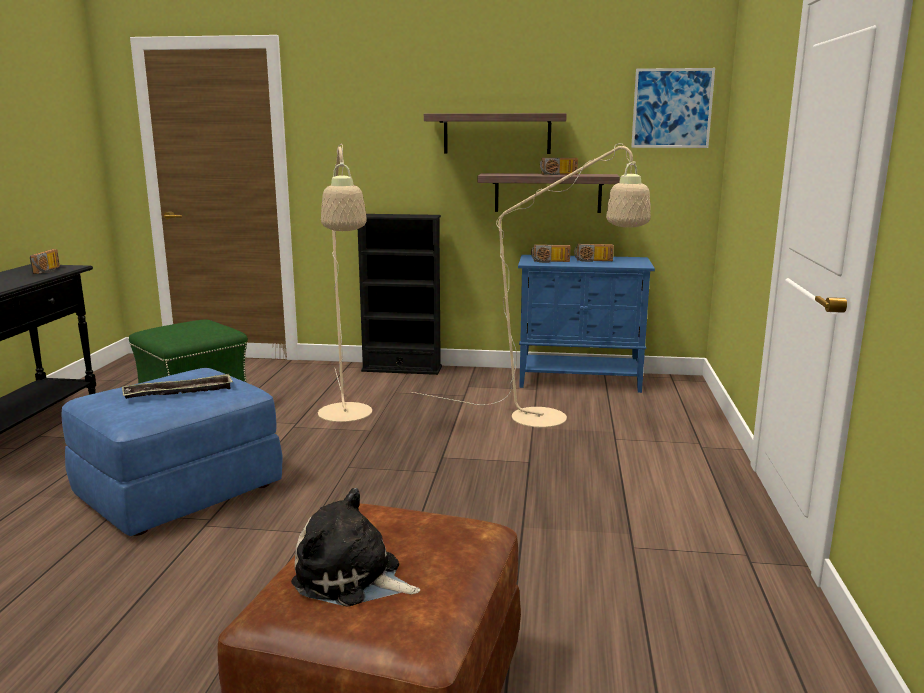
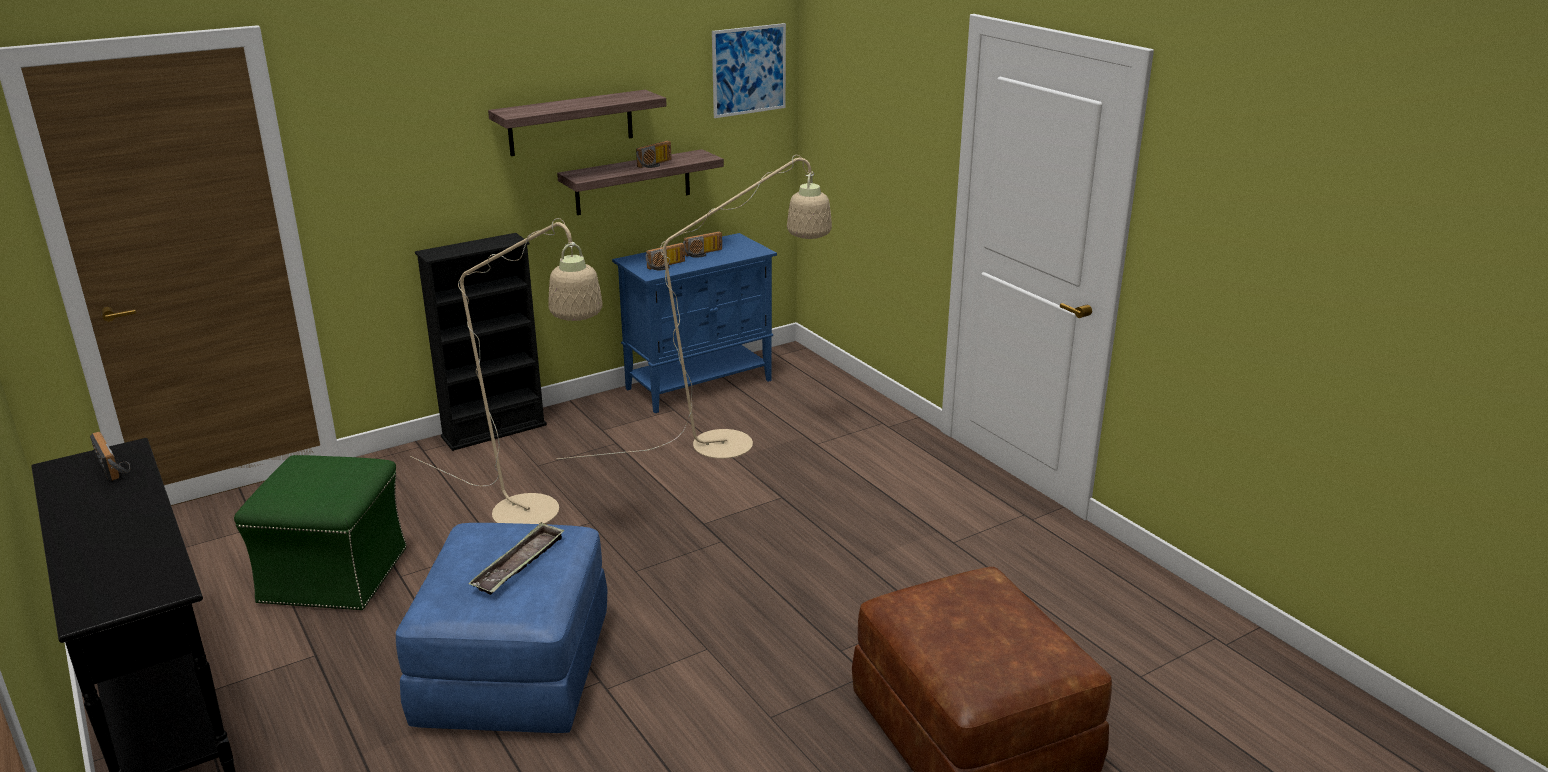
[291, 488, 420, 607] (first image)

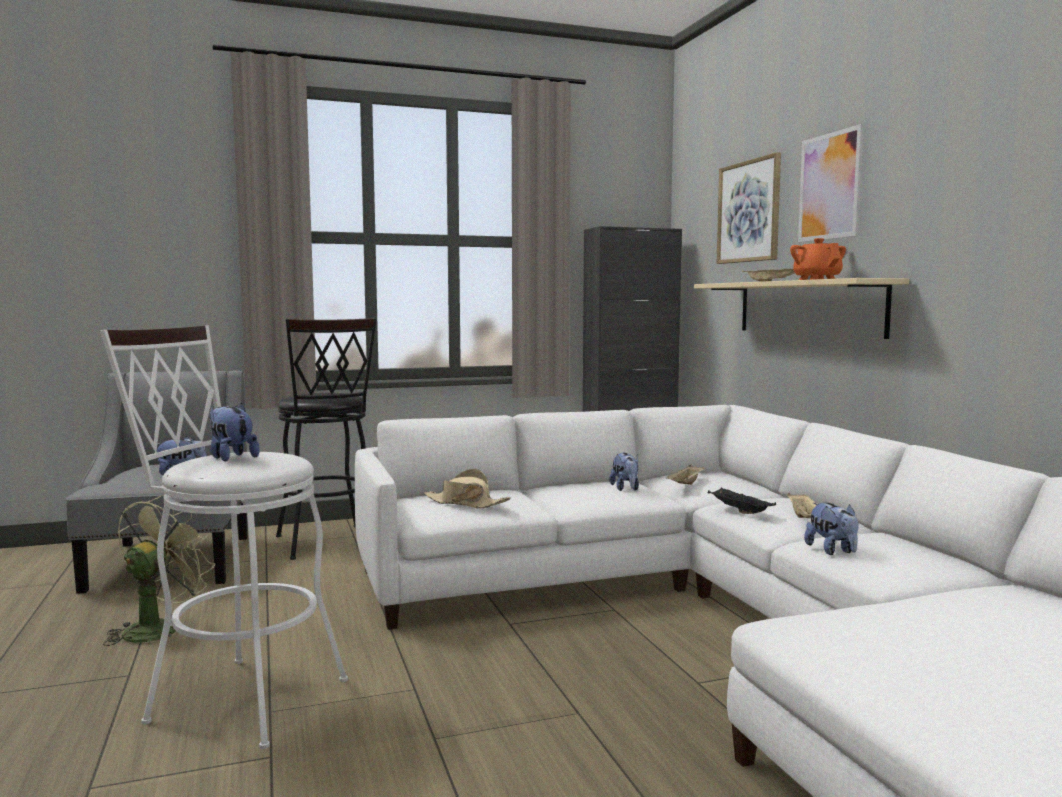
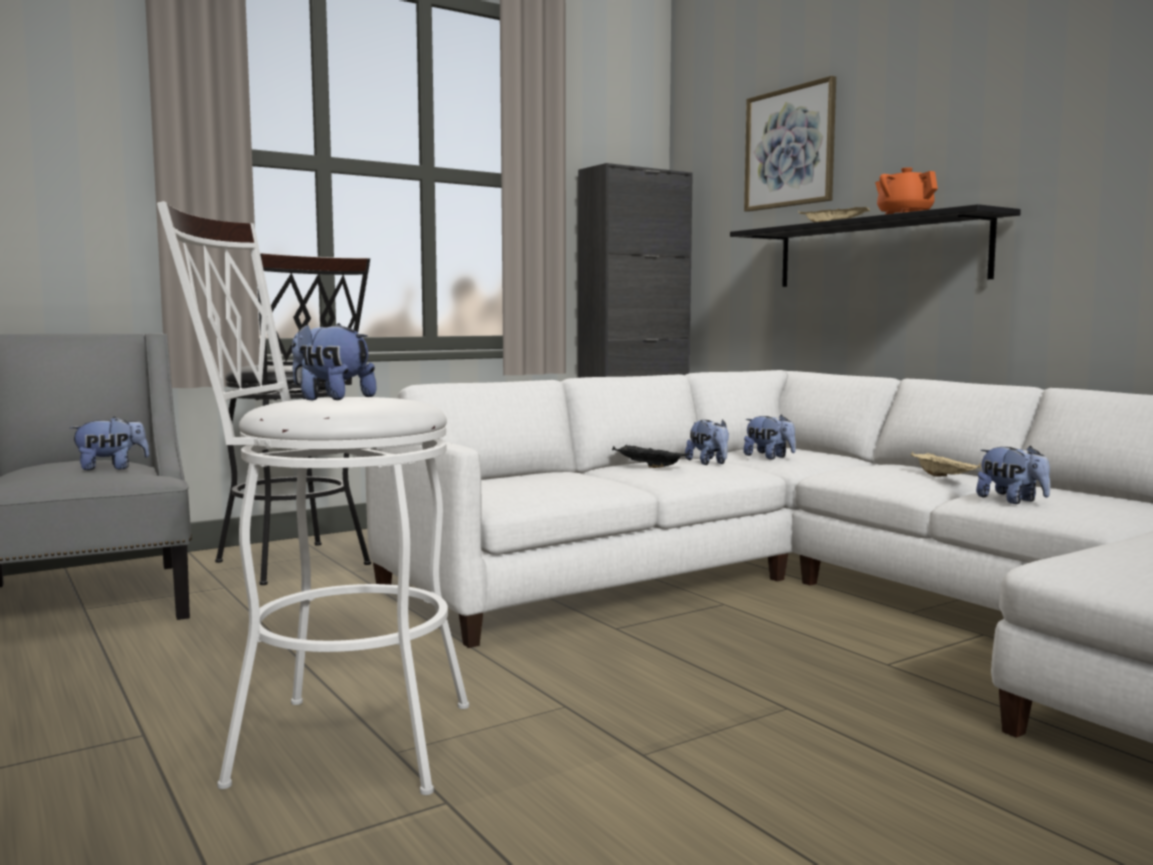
[103, 495, 215, 646] (first image)
[424, 469, 511, 508] (first image)
[798, 124, 863, 242] (first image)
[612, 445, 689, 468]
[743, 415, 796, 459]
[730, 204, 1021, 287]

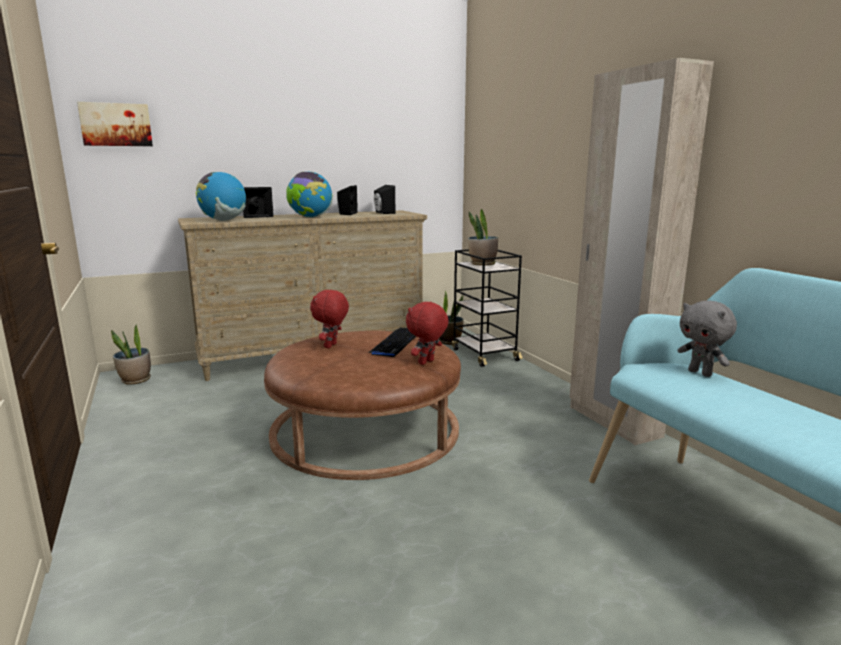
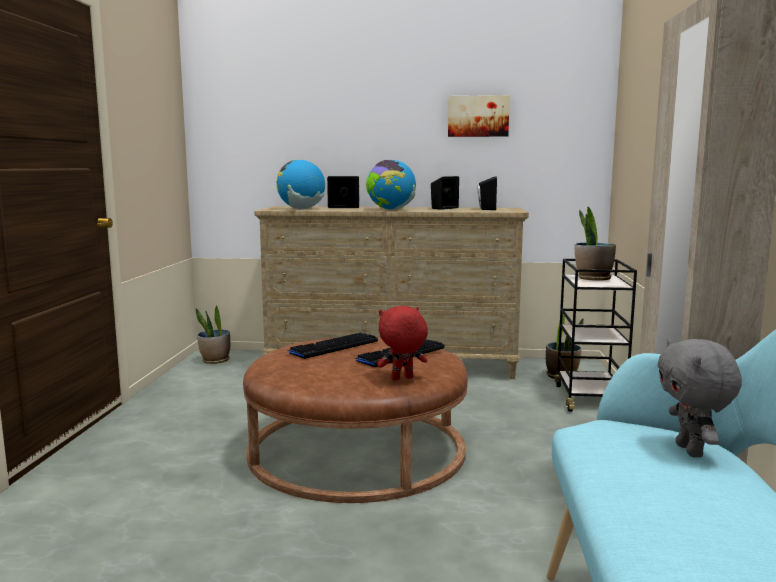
[448, 95, 510, 137]
[287, 333, 378, 359]

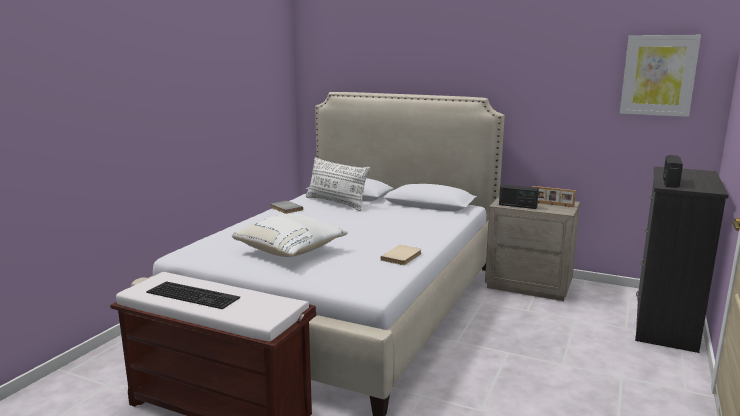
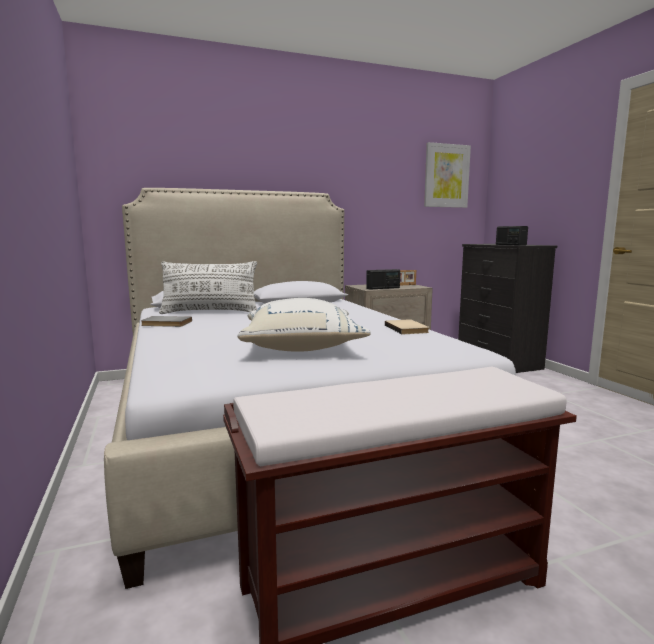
[146, 281, 240, 309] (first image)

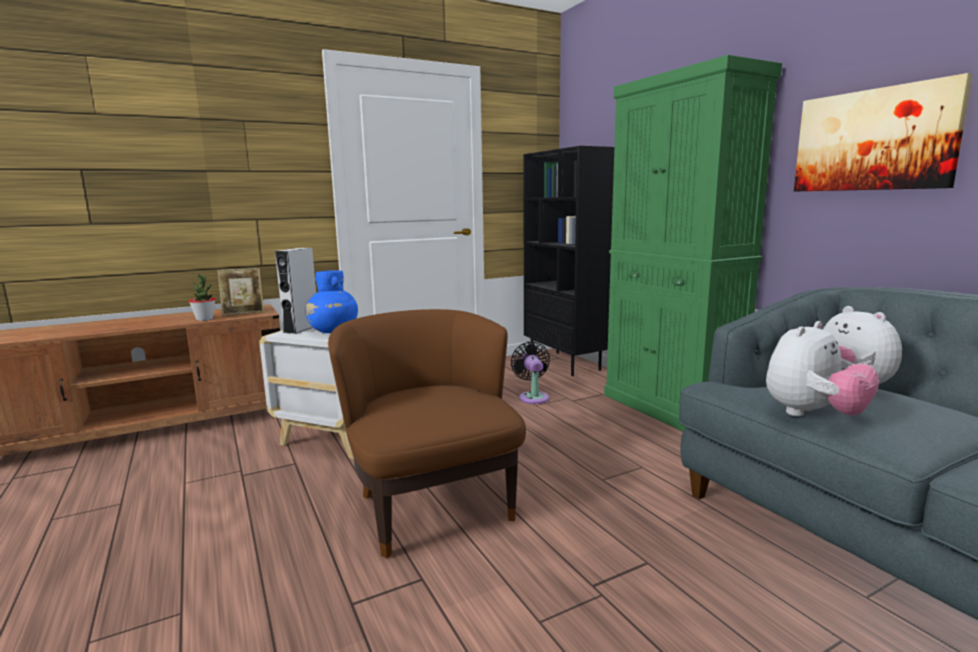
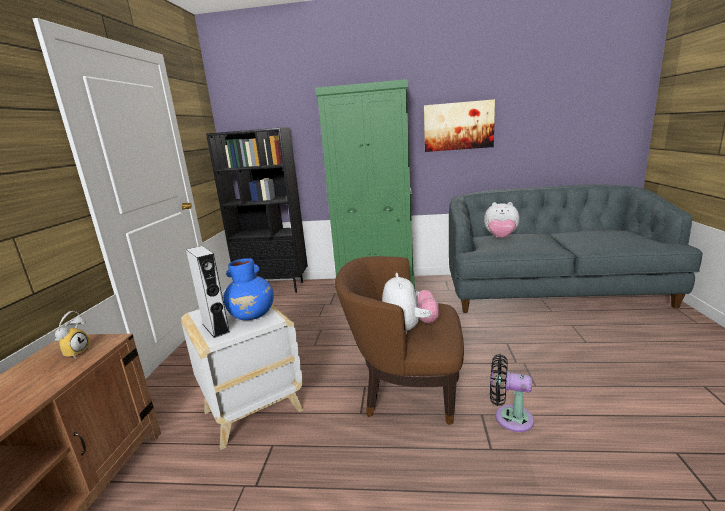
[189, 274, 215, 321] (first image)
[490, 354, 534, 432]
[382, 273, 439, 334]
[54, 311, 91, 358]

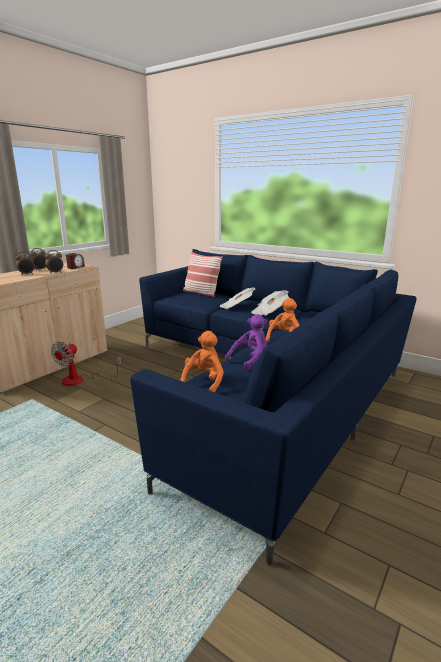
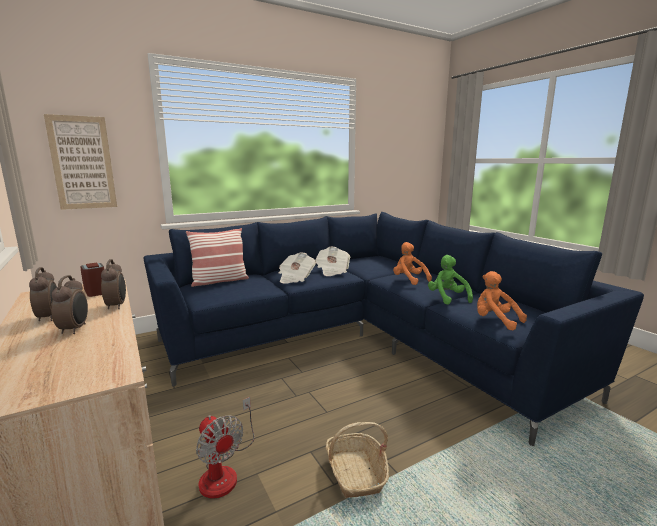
[44, 114, 117, 210]
[326, 422, 389, 498]
[428, 255, 473, 305]

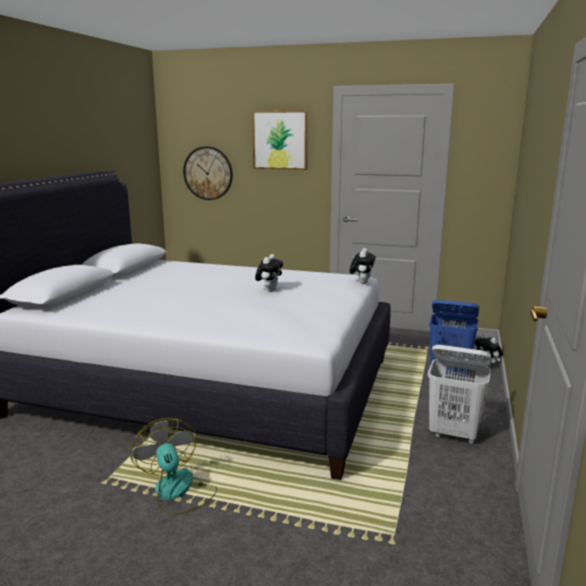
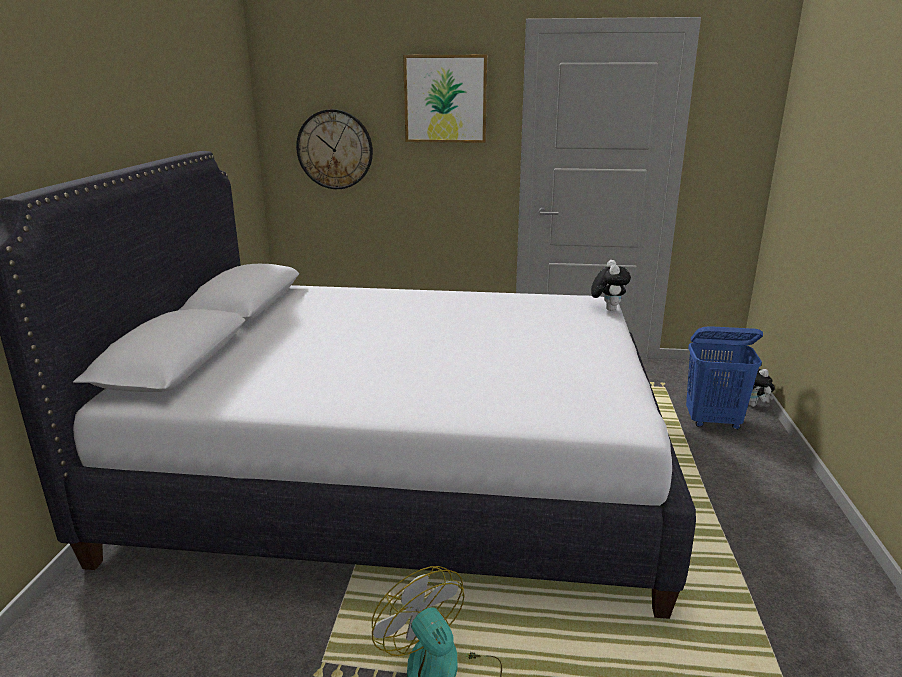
[255, 254, 283, 292] (first image)
[428, 345, 491, 444] (first image)

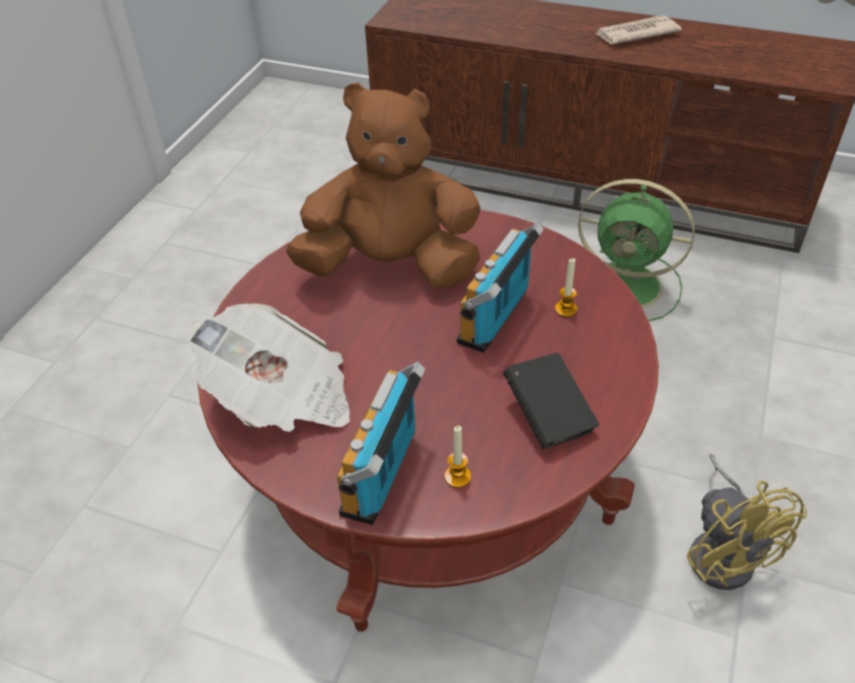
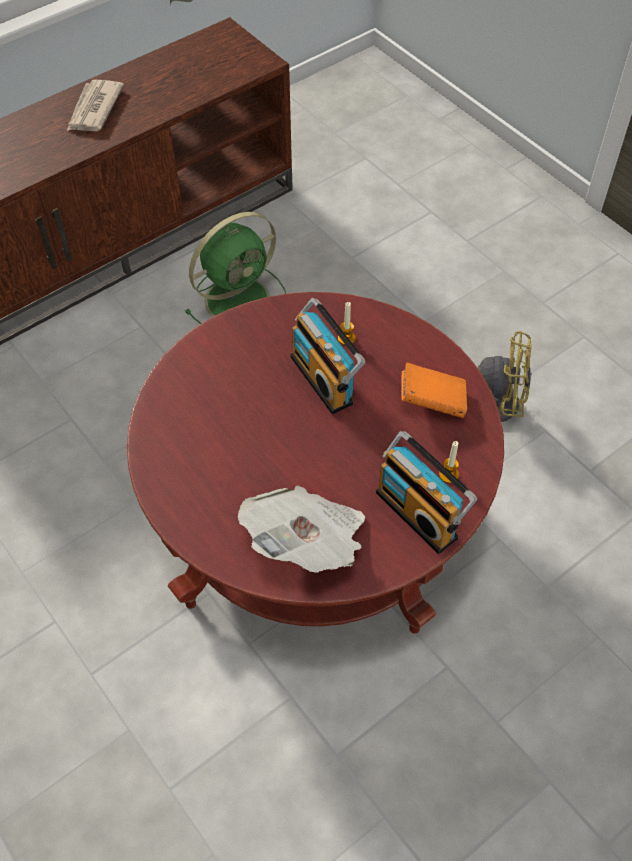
[286, 82, 481, 289] (first image)
[401, 363, 467, 418]

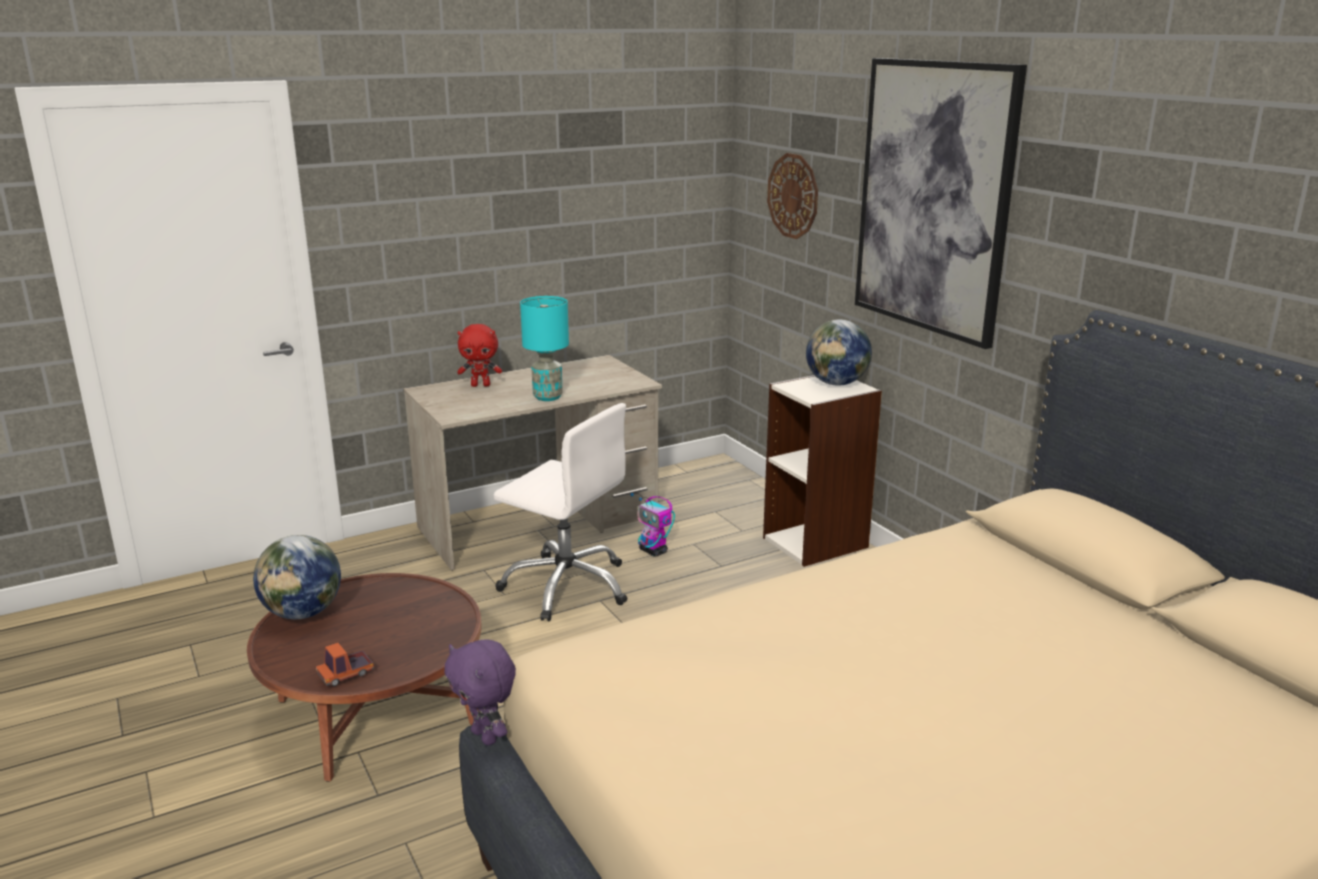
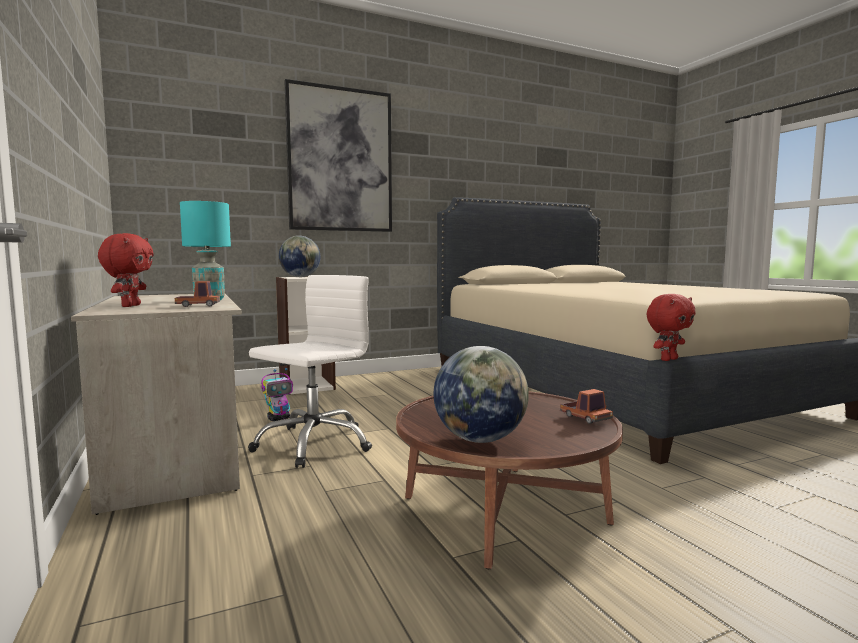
[767, 153, 818, 239] (first image)
[175, 281, 220, 307]
[646, 294, 696, 361]

